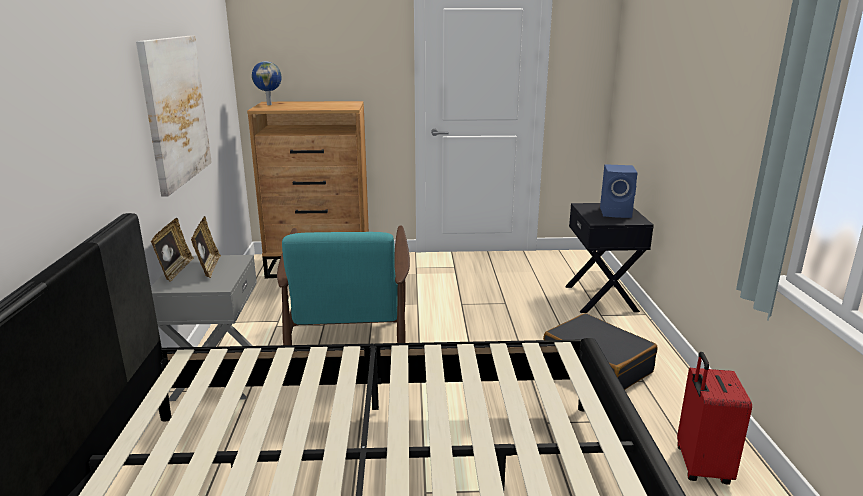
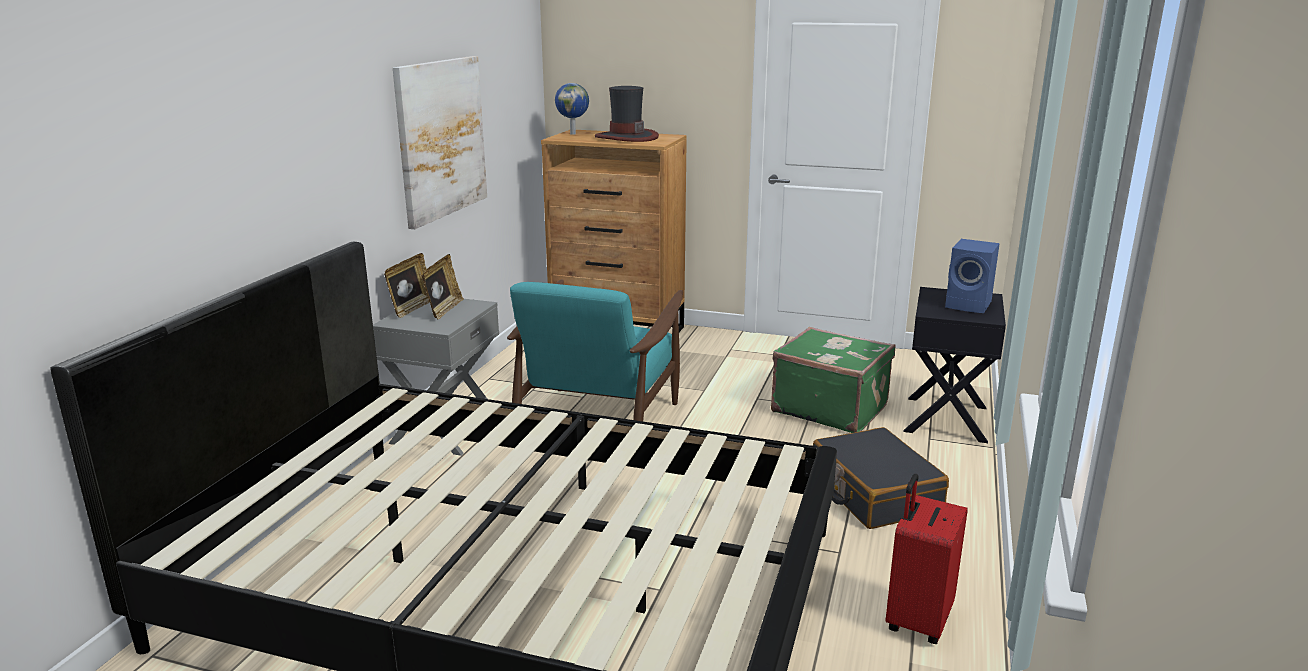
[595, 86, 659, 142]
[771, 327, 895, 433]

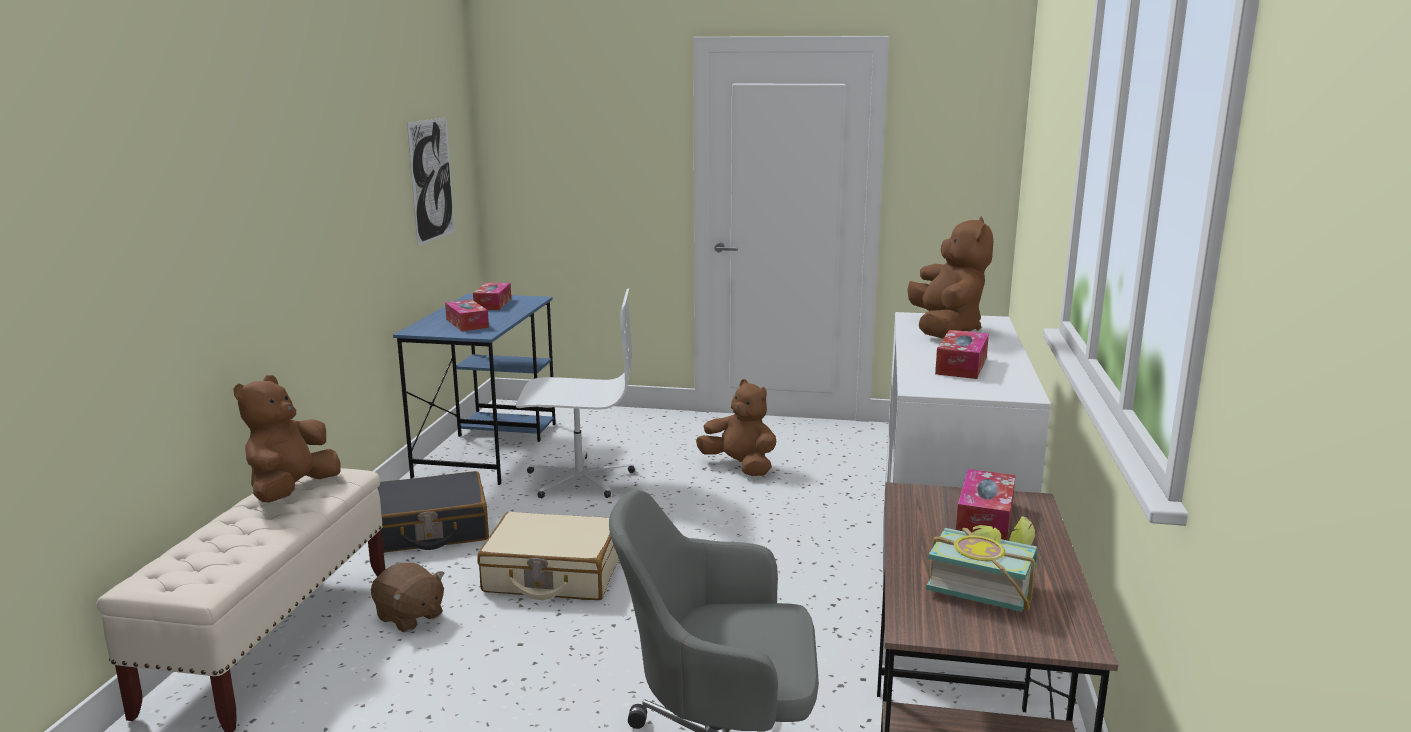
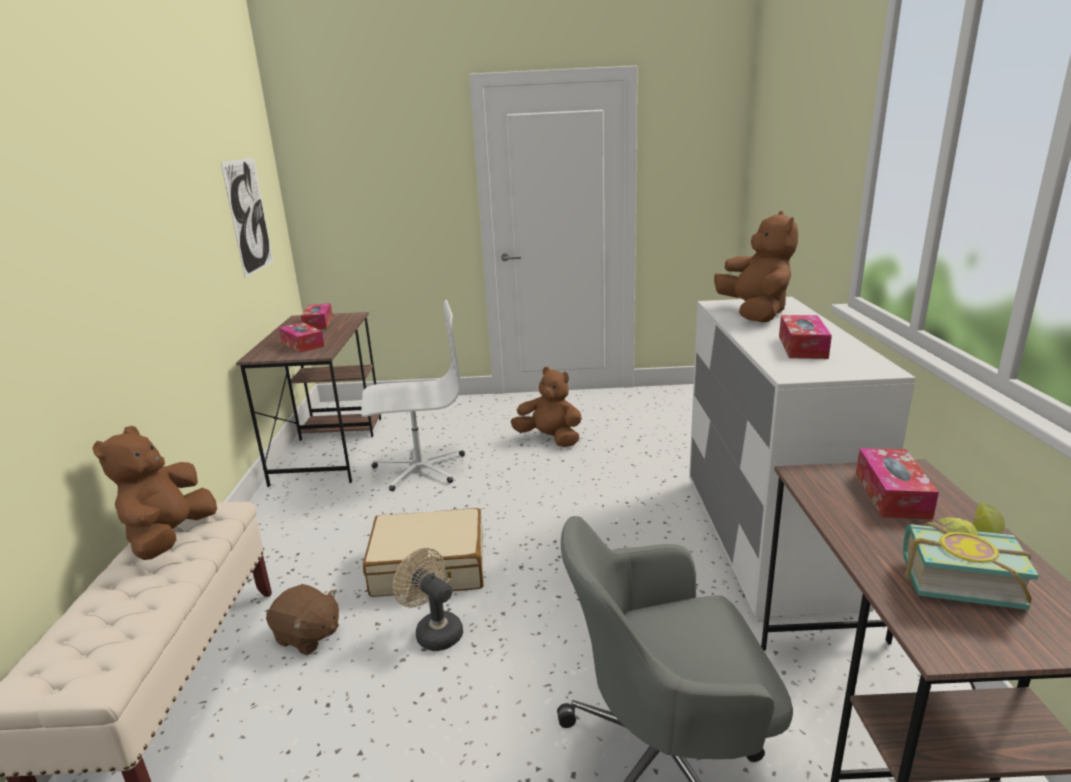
[377, 471, 489, 553] (first image)
[393, 548, 463, 651]
[236, 312, 381, 487]

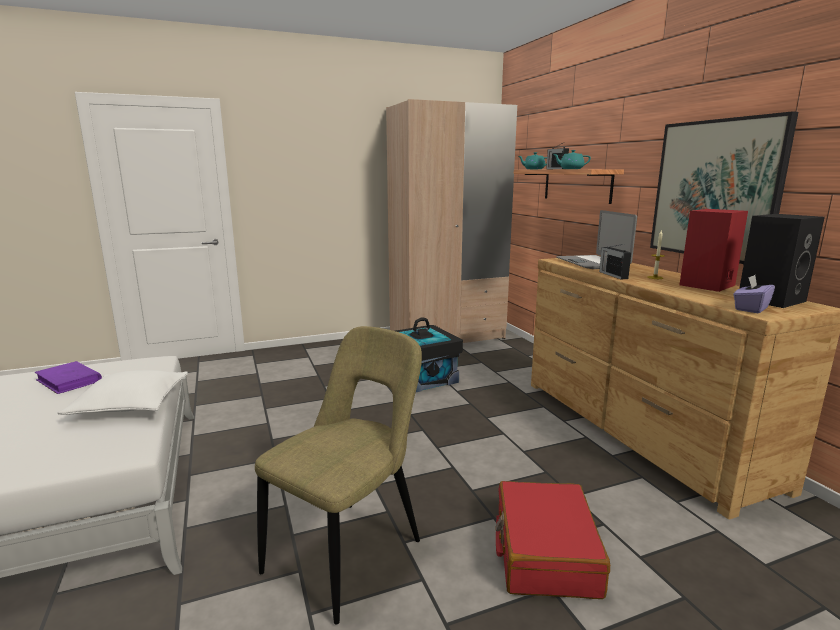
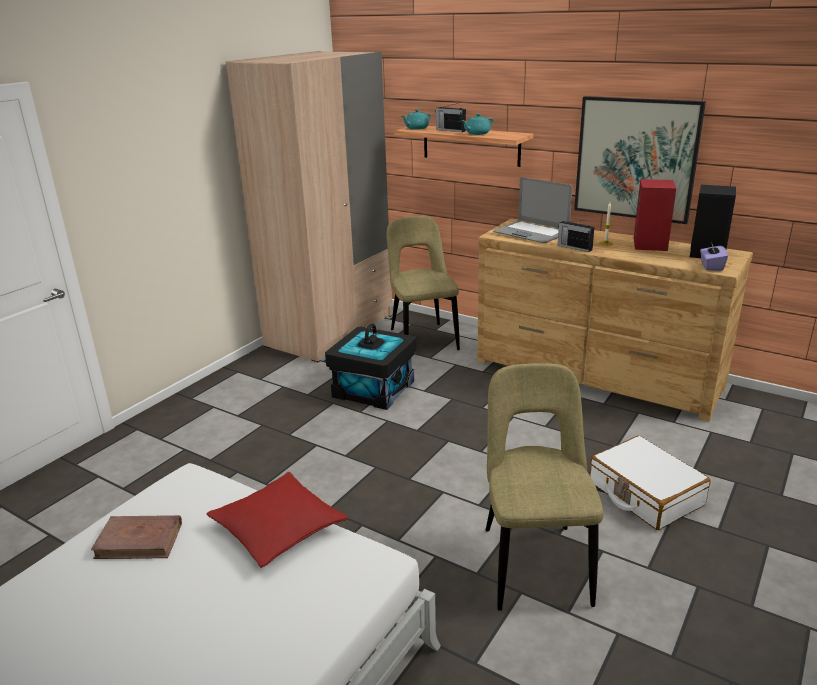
[386, 216, 460, 350]
[91, 515, 182, 559]
[206, 472, 348, 568]
[590, 435, 710, 530]

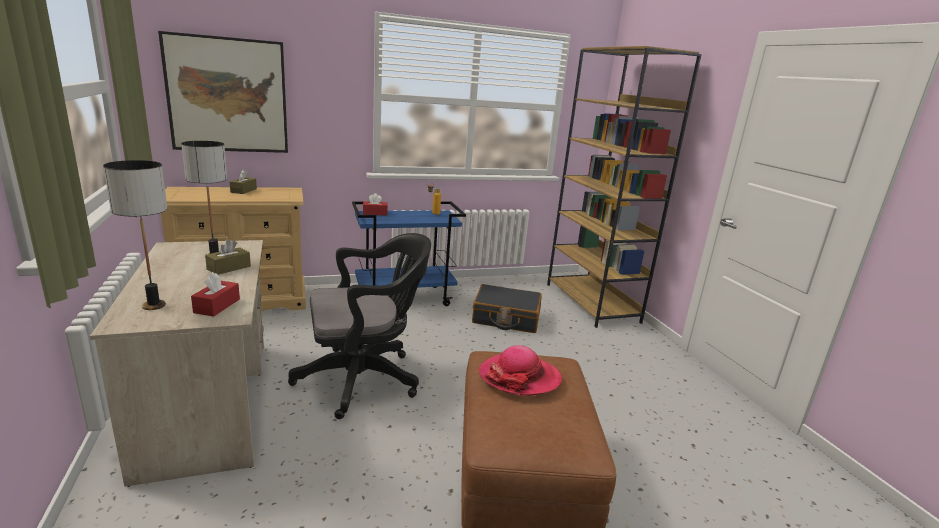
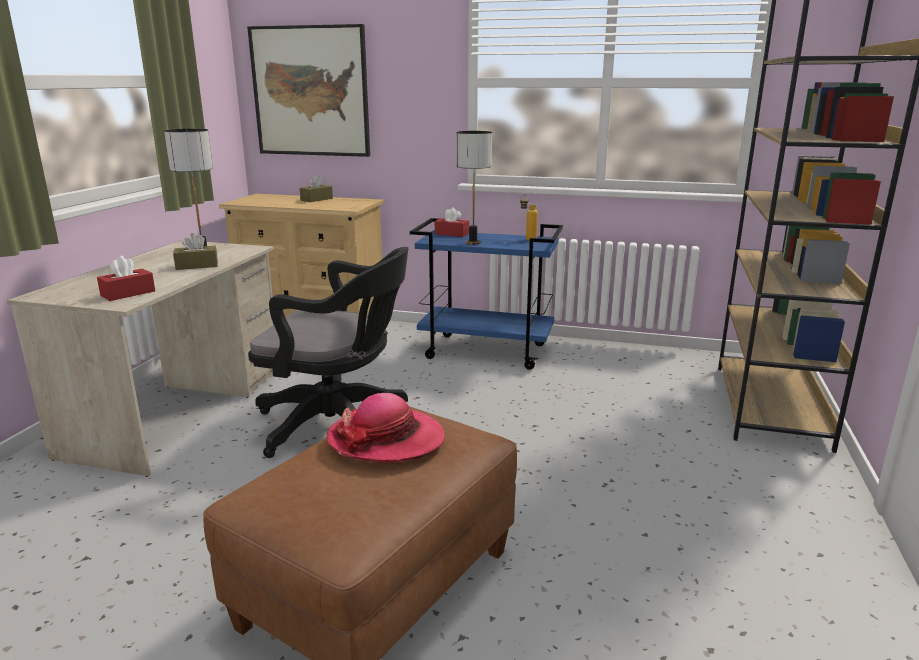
[472, 284, 542, 333] (first image)
[456, 131, 492, 245]

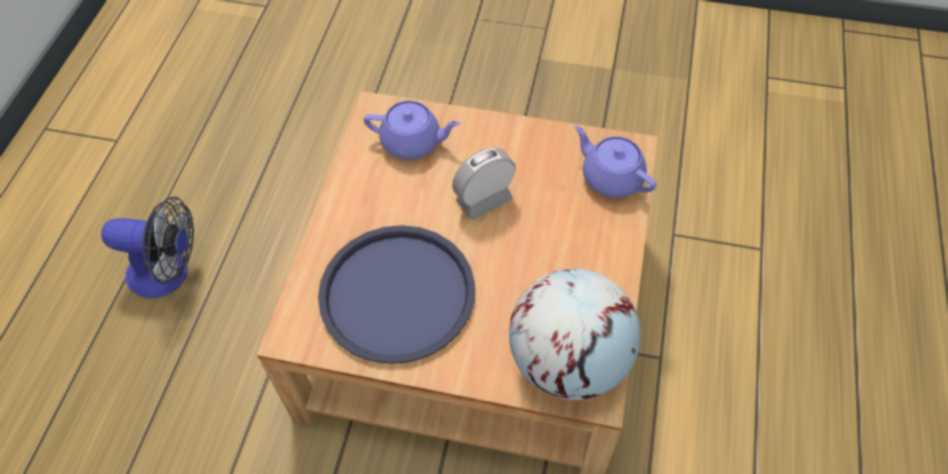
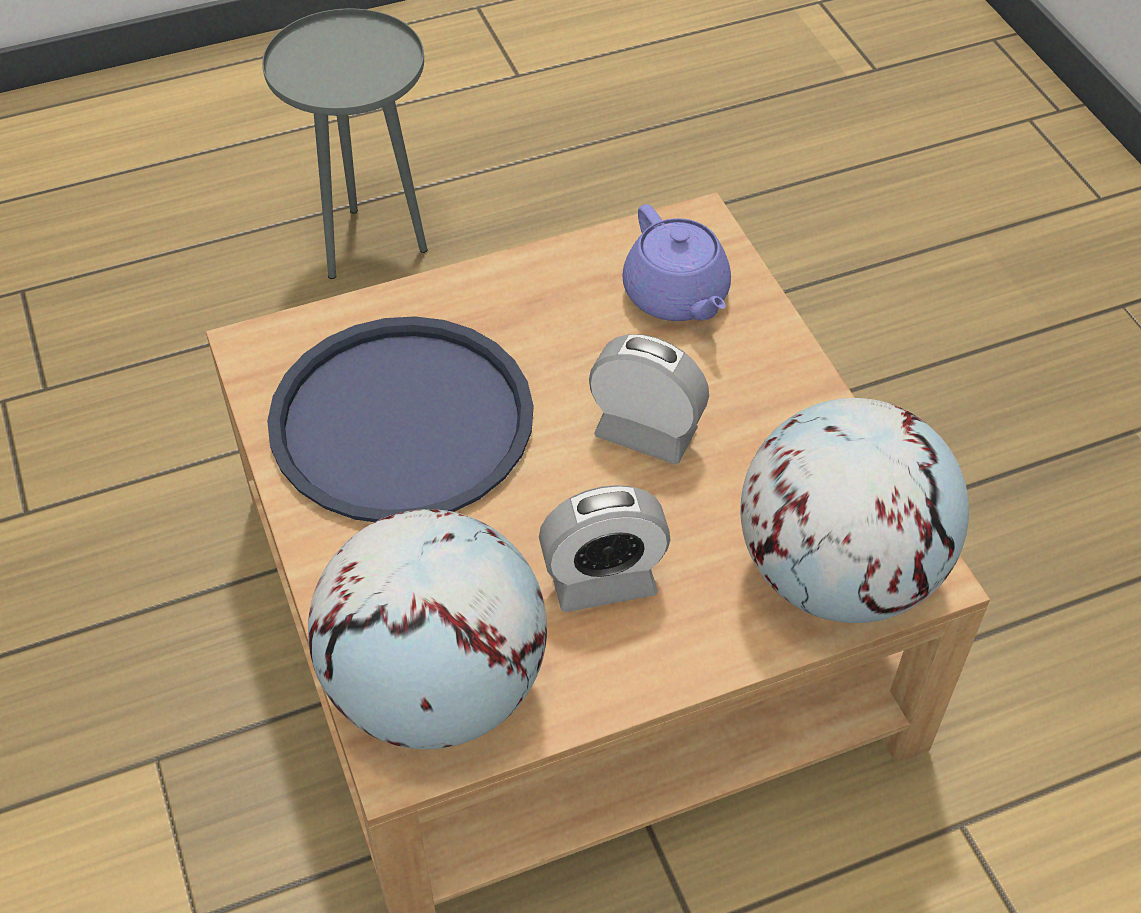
[539, 485, 671, 612]
[262, 8, 428, 279]
[741, 398, 969, 623]

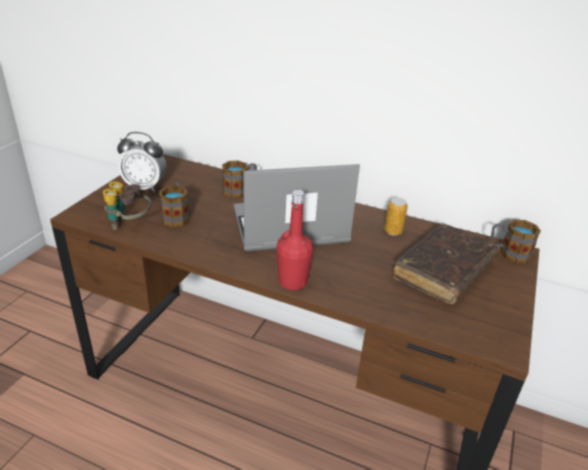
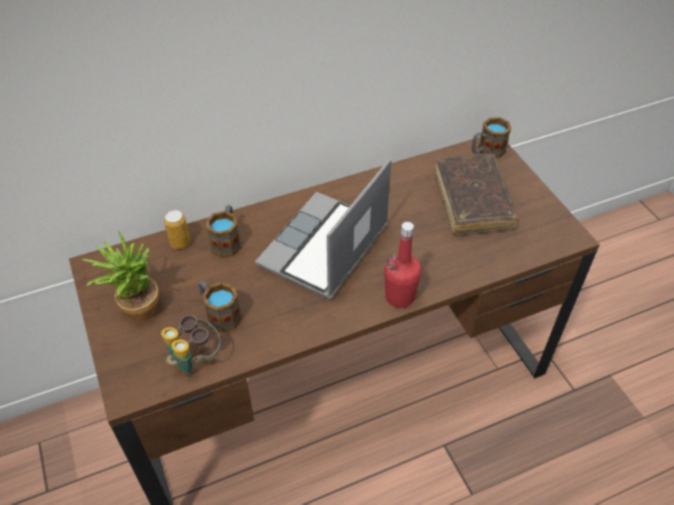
[164, 210, 190, 249]
[82, 230, 159, 321]

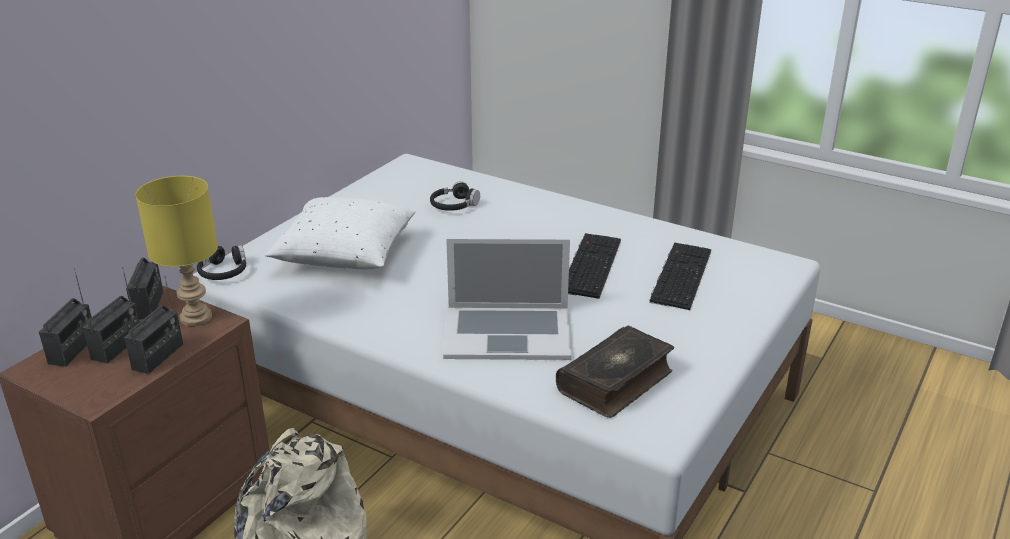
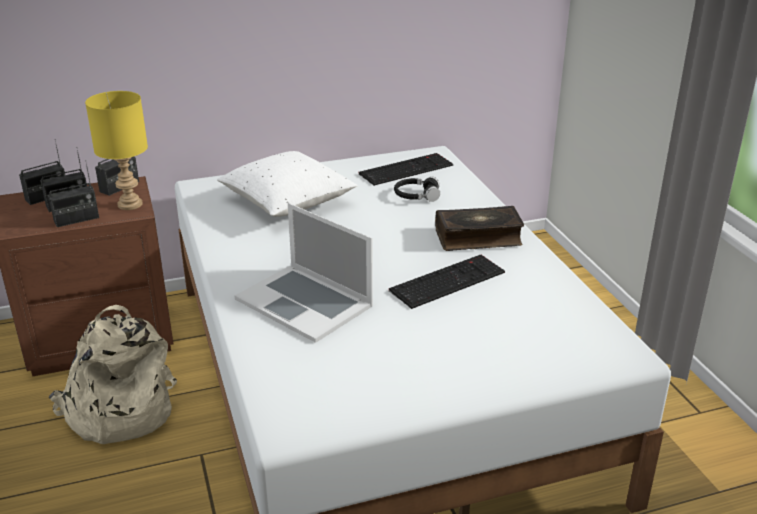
[197, 245, 246, 280] (first image)
[435, 206, 524, 251]
[359, 153, 453, 186]

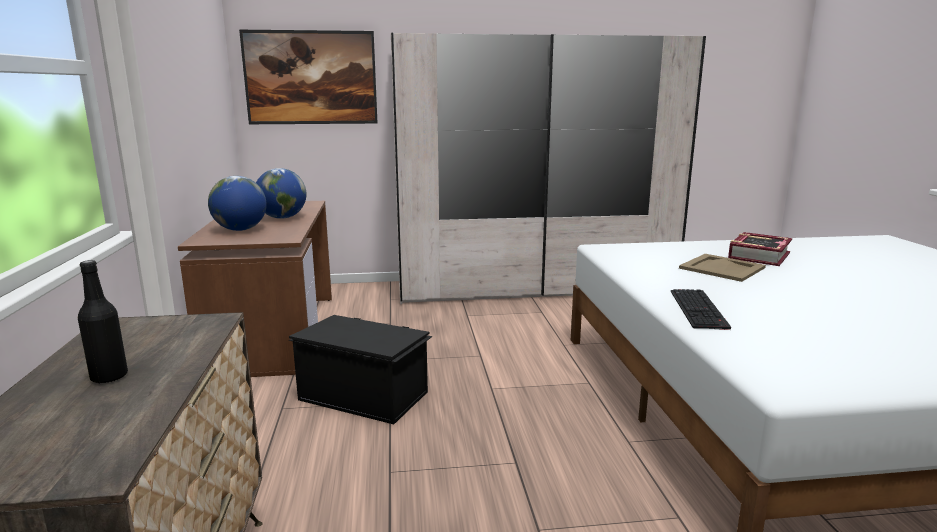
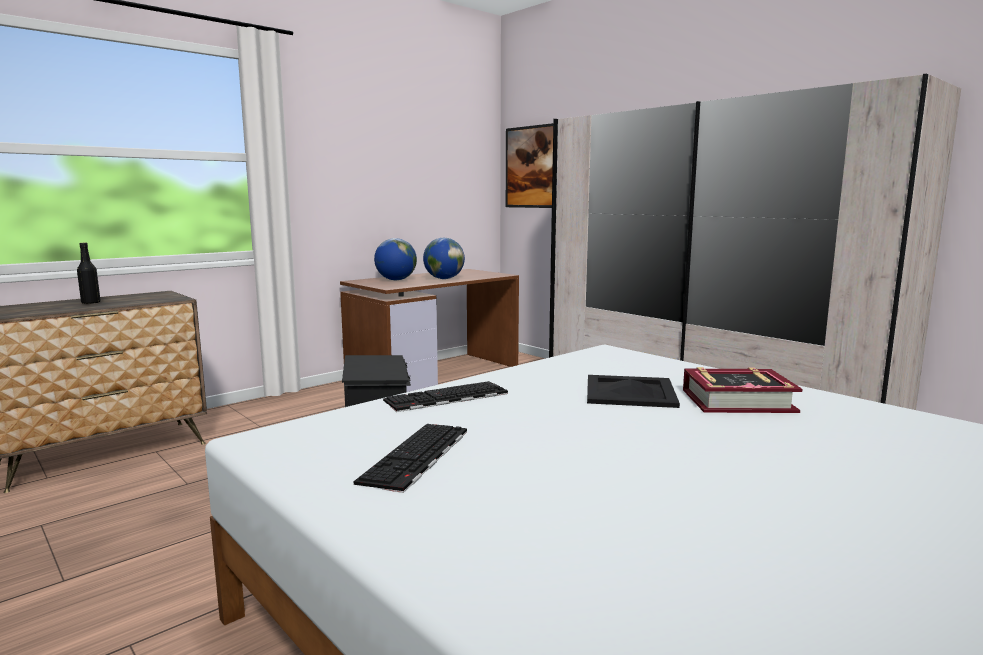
[353, 424, 467, 493]
[587, 375, 680, 408]

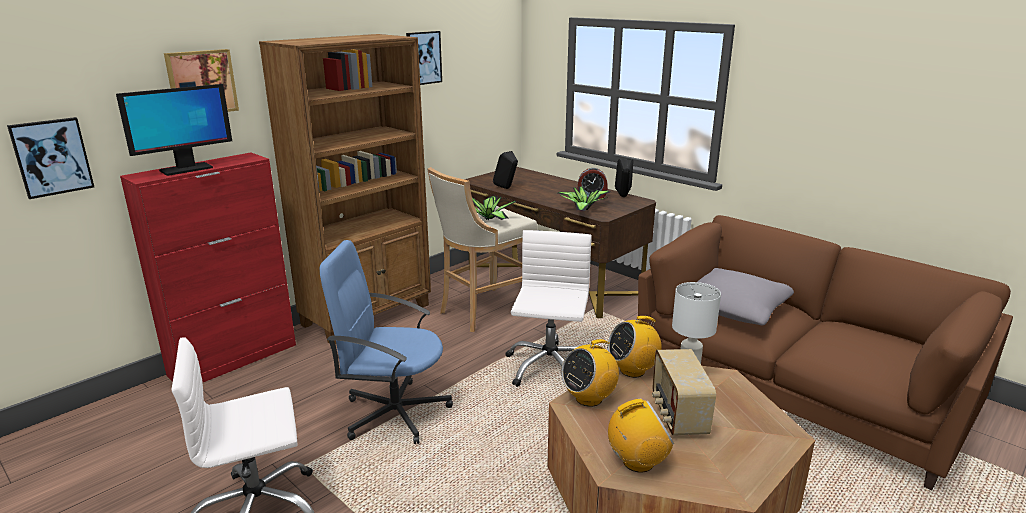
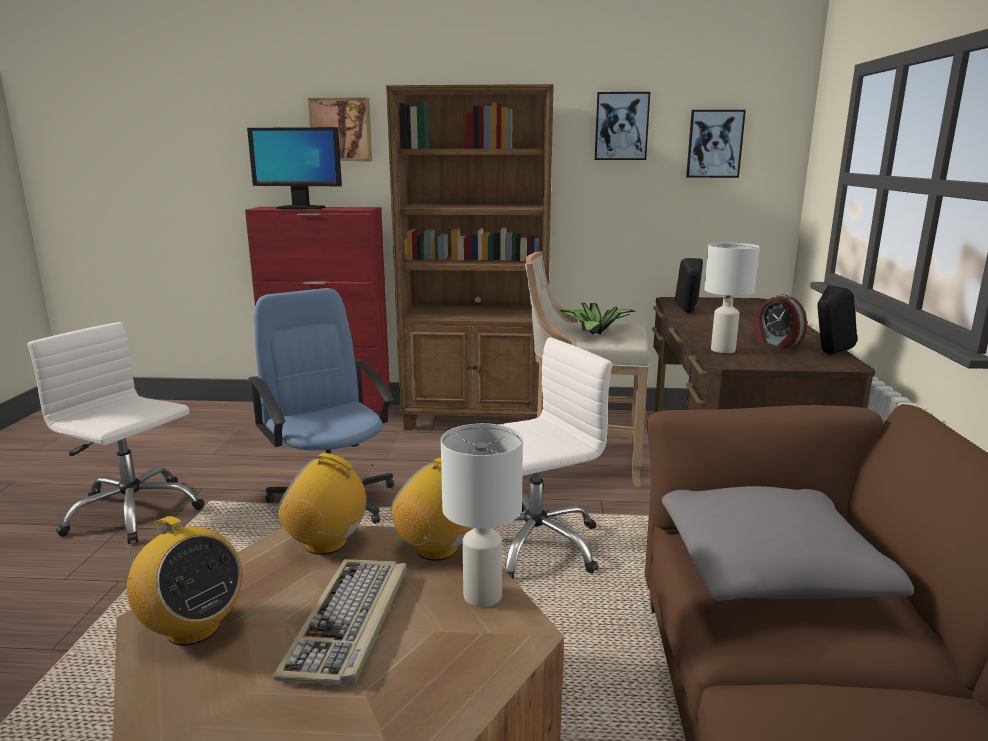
[686, 110, 746, 178]
[704, 243, 760, 353]
[273, 559, 407, 685]

